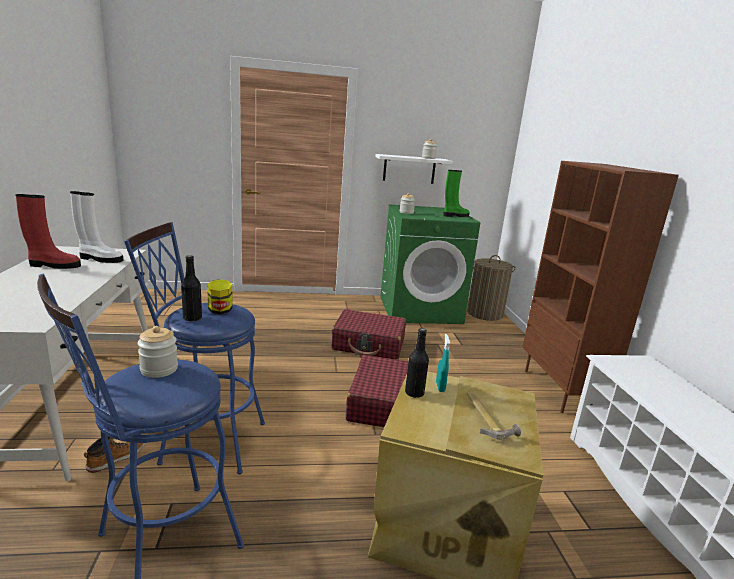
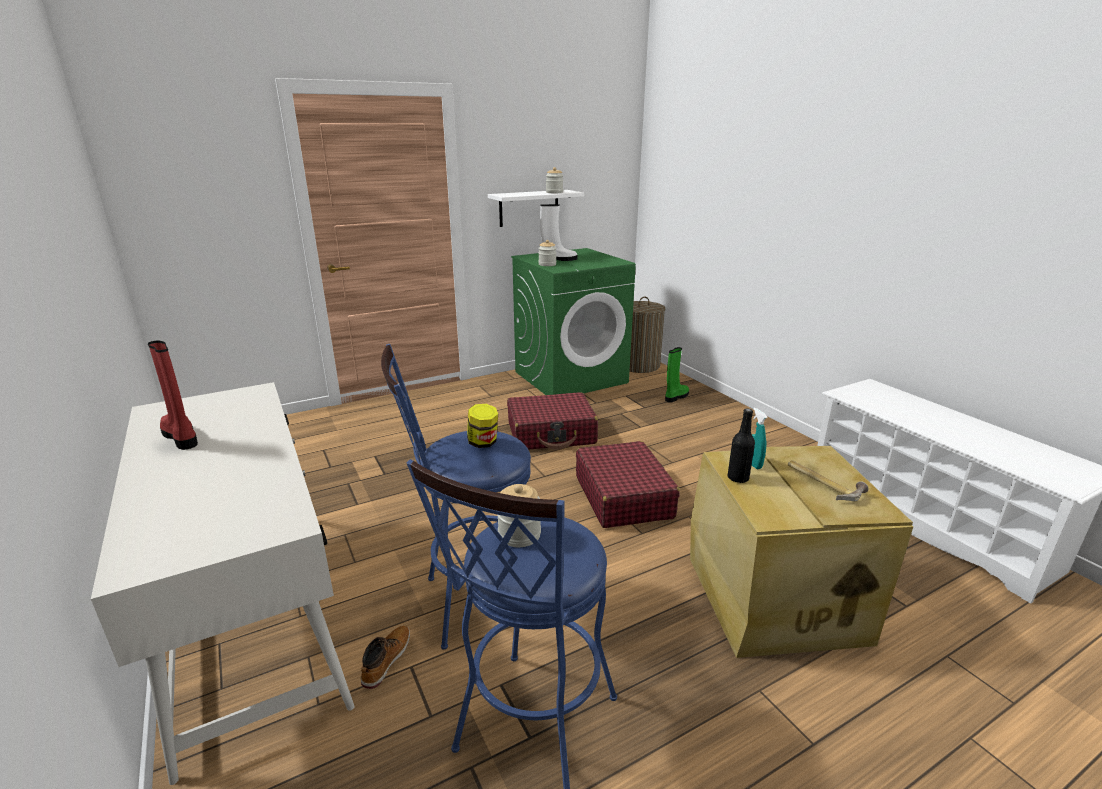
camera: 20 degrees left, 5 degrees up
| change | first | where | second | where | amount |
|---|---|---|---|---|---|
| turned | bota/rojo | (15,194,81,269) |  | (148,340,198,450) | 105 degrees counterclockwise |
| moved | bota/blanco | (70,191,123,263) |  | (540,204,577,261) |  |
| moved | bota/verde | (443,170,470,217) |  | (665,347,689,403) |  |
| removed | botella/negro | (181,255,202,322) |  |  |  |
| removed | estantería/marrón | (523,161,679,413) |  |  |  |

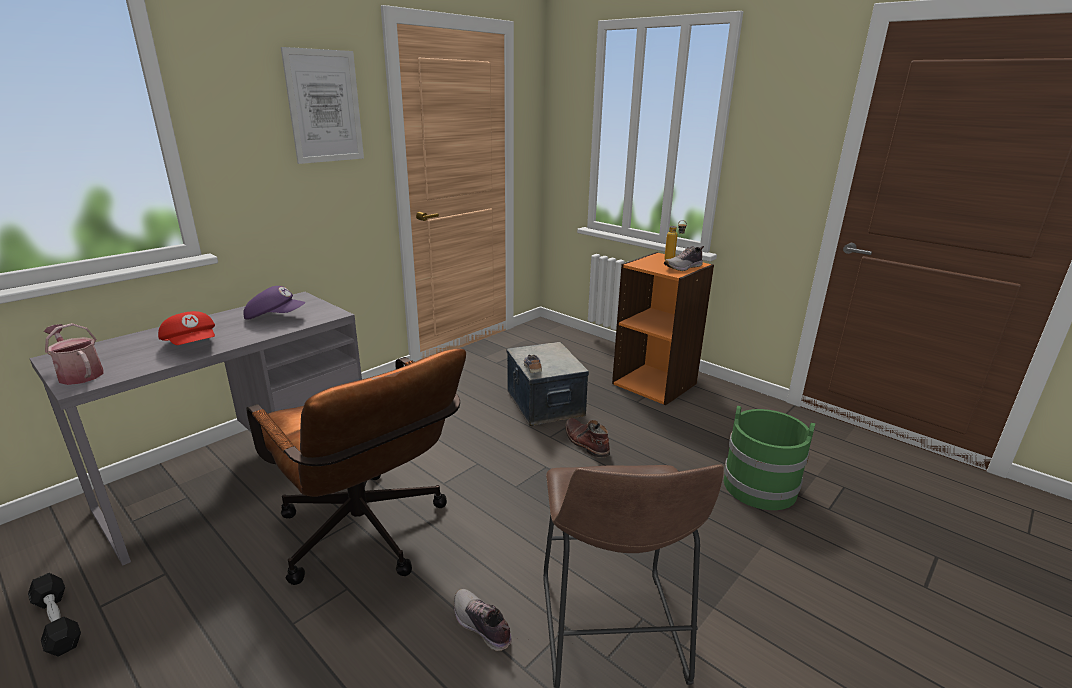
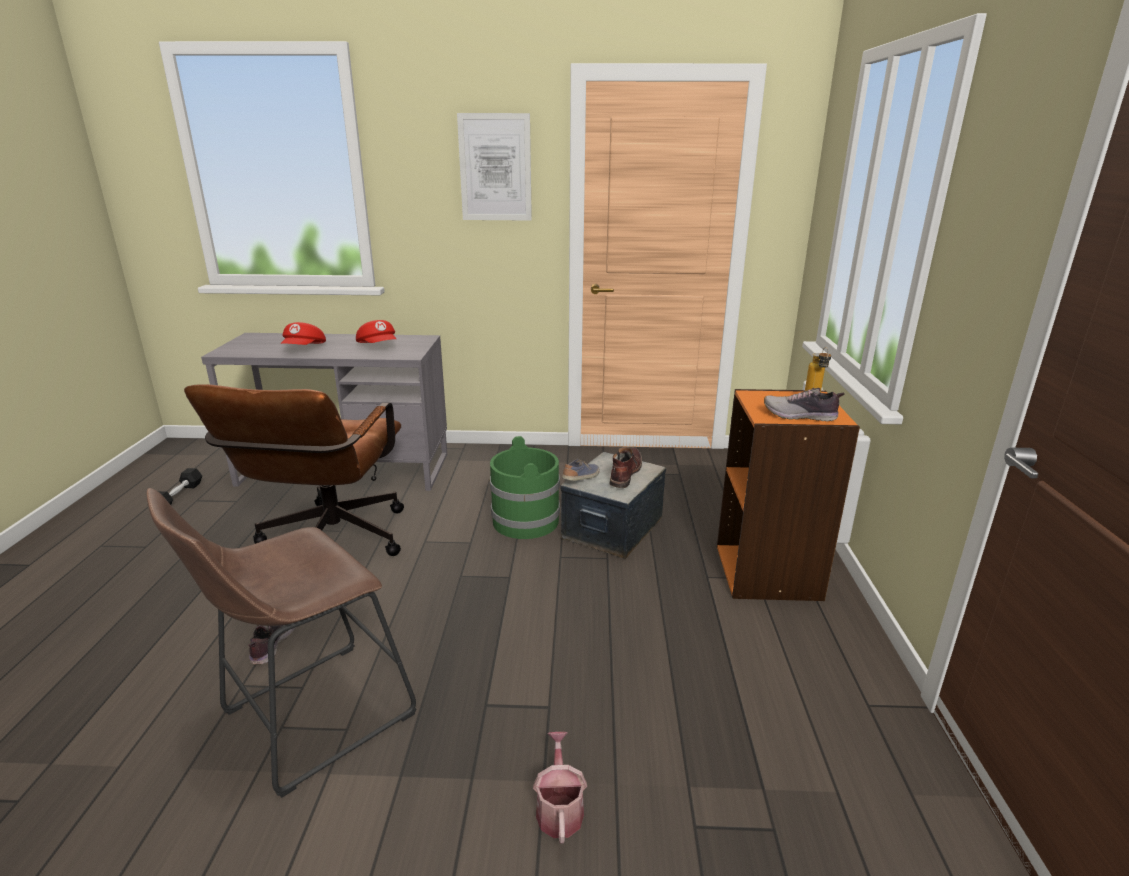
camera: 50 degrees right, 0 degrees up
| change | first | where | second | where | amount |
|---|---|---|---|---|---|
| recoloured | gorra/morado | (243,286,306,319) | gorra/rojo | (356,320,396,343) |  |
| moved | cubo/verde | (724,406,815,510) |  | (489,436,560,539) |  |
| moved | regadera | (44,323,104,385) |  | (533,732,587,844) |  |
| moved | bota/marrón | (565,418,610,458) |  | (610,447,642,488) |  |

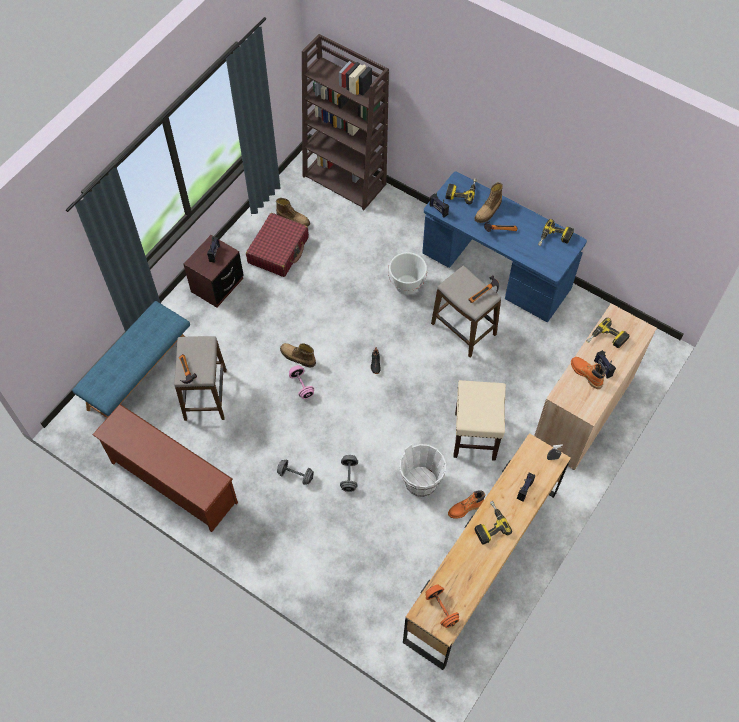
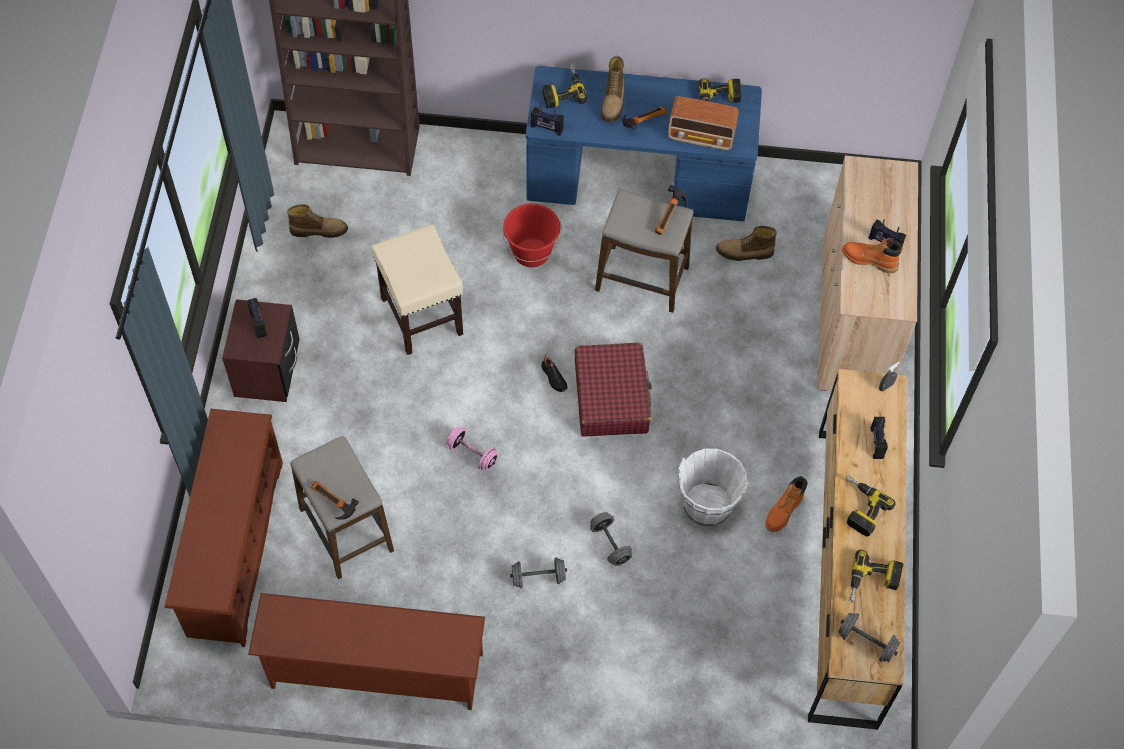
camera: 30 degrees left, 0 degrees up
| change | first | where | second | where | amount |
|---|---|---|---|---|---|
| replaced | banco/azul | (72,301,190,418) | zapatero/marrón | (165,409,283,647) |  |
| moved | taburete/beis | (453,380,506,461) |  | (371,224,463,355) |  |
| recoloured | cubo/blanco | (388,252,427,295) | cubo/rojo | (503,203,562,267) |  |
| moved | maleta/rojo | (246,213,309,277) |  | (575,342,652,437) |  |
| added |  |  | radio | (668,96,739,150) |  |
| moved | bota | (280,343,316,367) |  | (716,226,777,261) |  |
| recoloured | mancuerna/naranja | (425,585,459,628) | mancuerna/gris | (838,613,900,662) |  |
| moved | taladro | (586,318,630,348) |  | (849,550,903,602) |  |

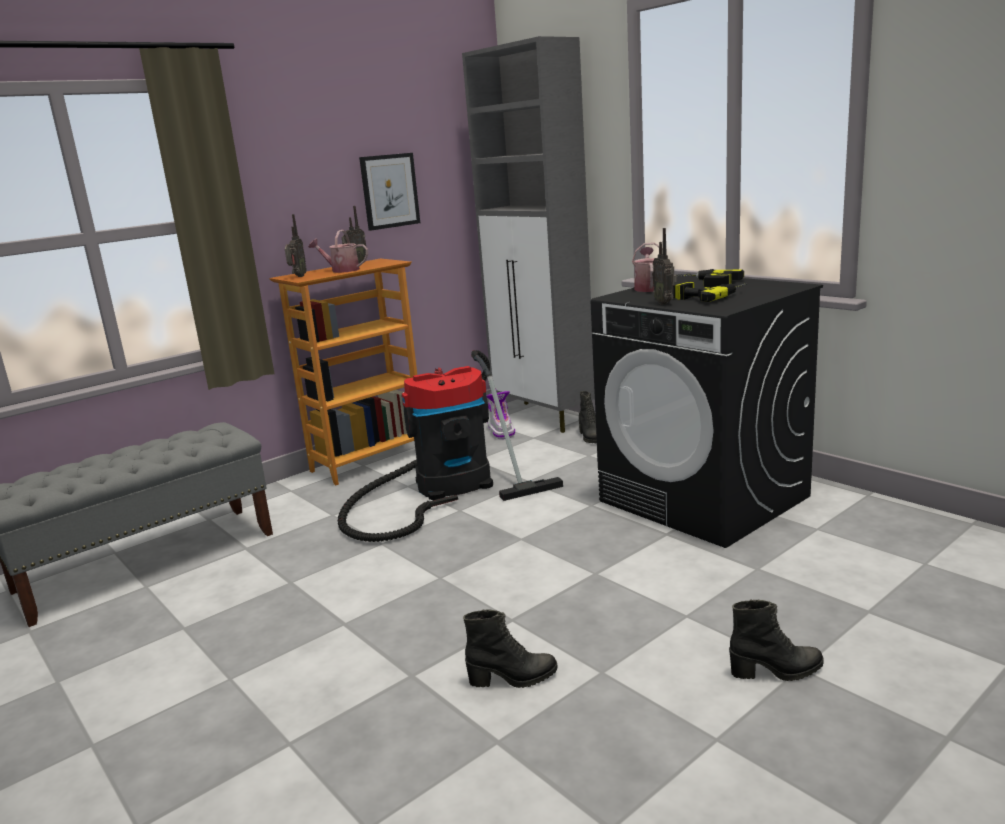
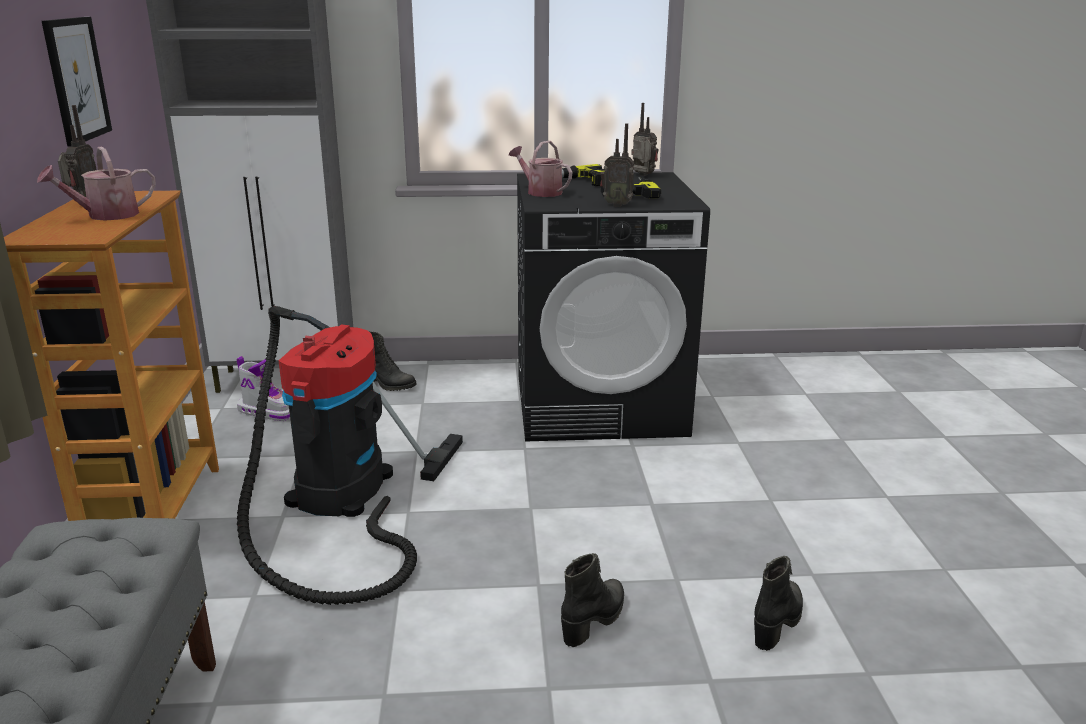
camera: 55 degrees left, 5 degrees up
| change | first | where | second | where | amount |
|---|---|---|---|---|---|
| moved | bota/negro | (729,599,824,681) |  | (561,553,624,647) |  |
| moved | radio | (285,214,307,277) |  | (631,103,659,176) |  |

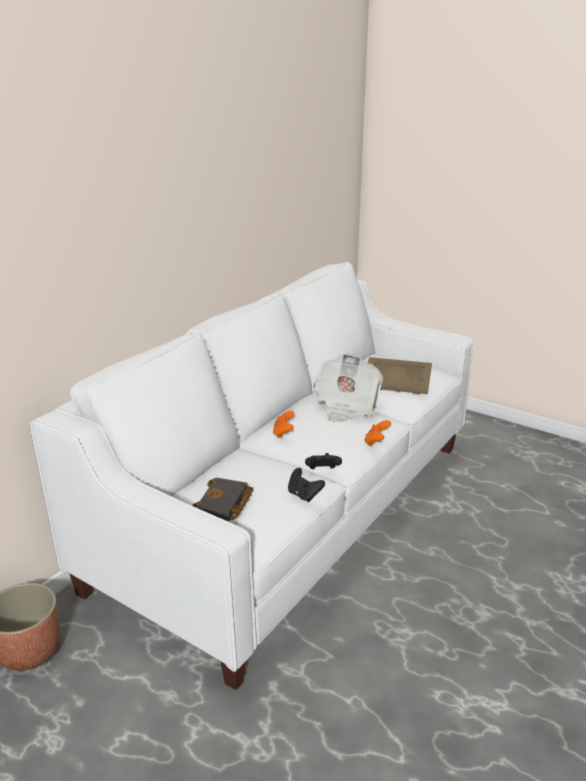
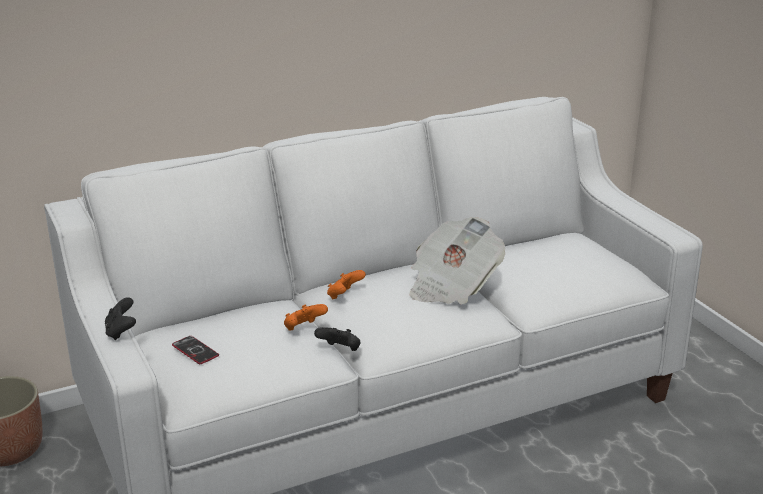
camera: 30 degrees right, 0 degrees up
| change | first | where | second | where | amount |
|---|---|---|---|---|---|
| moved | mando de consola/negro | (288,468,325,502) |  | (105,297,136,340) |  |
| replaced | libro/negro | (192,478,253,521) | móvil | (172,336,219,364) |  |
| moved | mando de consola/naranja | (365,420,391,446) |  | (284,304,328,331) |  |
| removed | bandeja/beis | (368,357,432,394) |  |  |  |

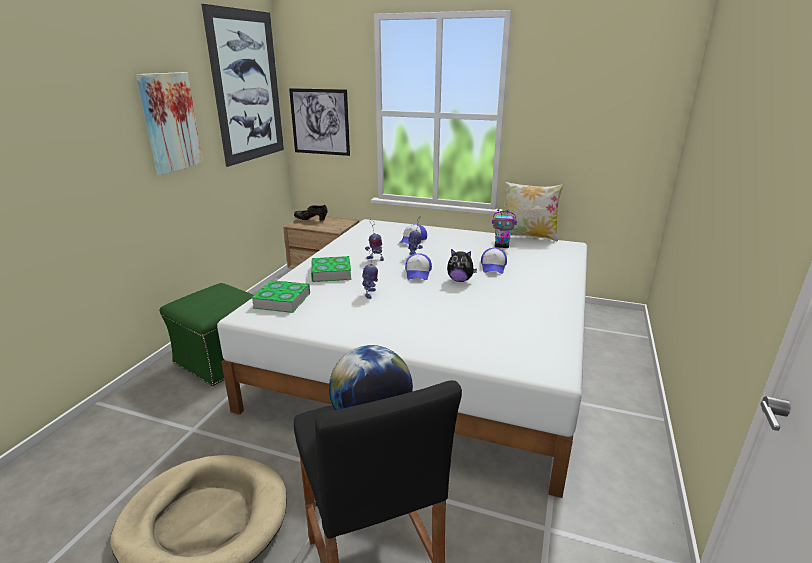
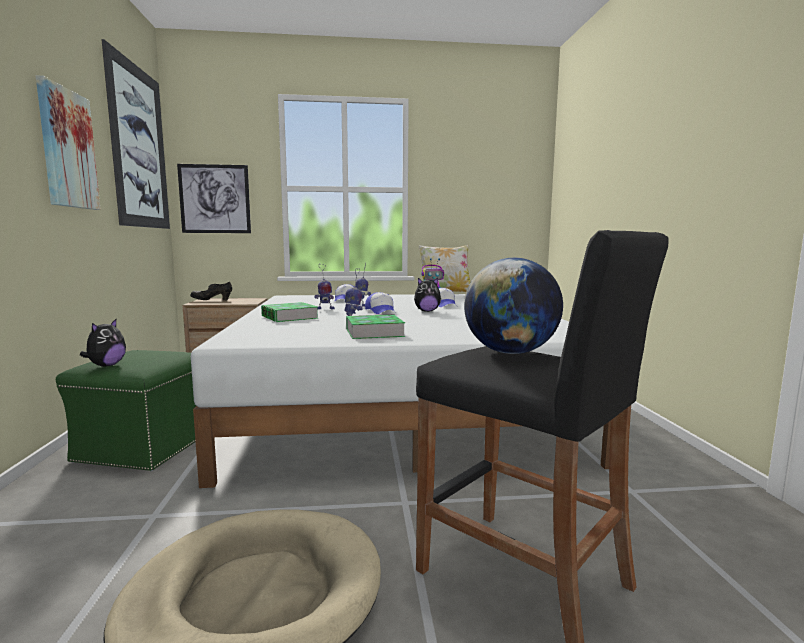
camera: 25 degrees left, 15 degrees down
| change | first | where | second | where | amount |
|---|---|---|---|---|---|
| added |  |  | peluche | (80,319,126,367) |  |
| moved | libro | (252,280,310,313) |  | (346,315,405,339) |  |

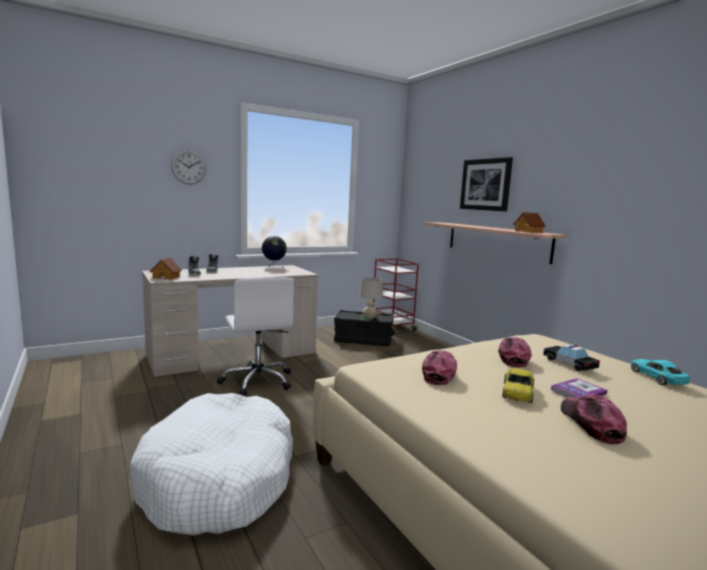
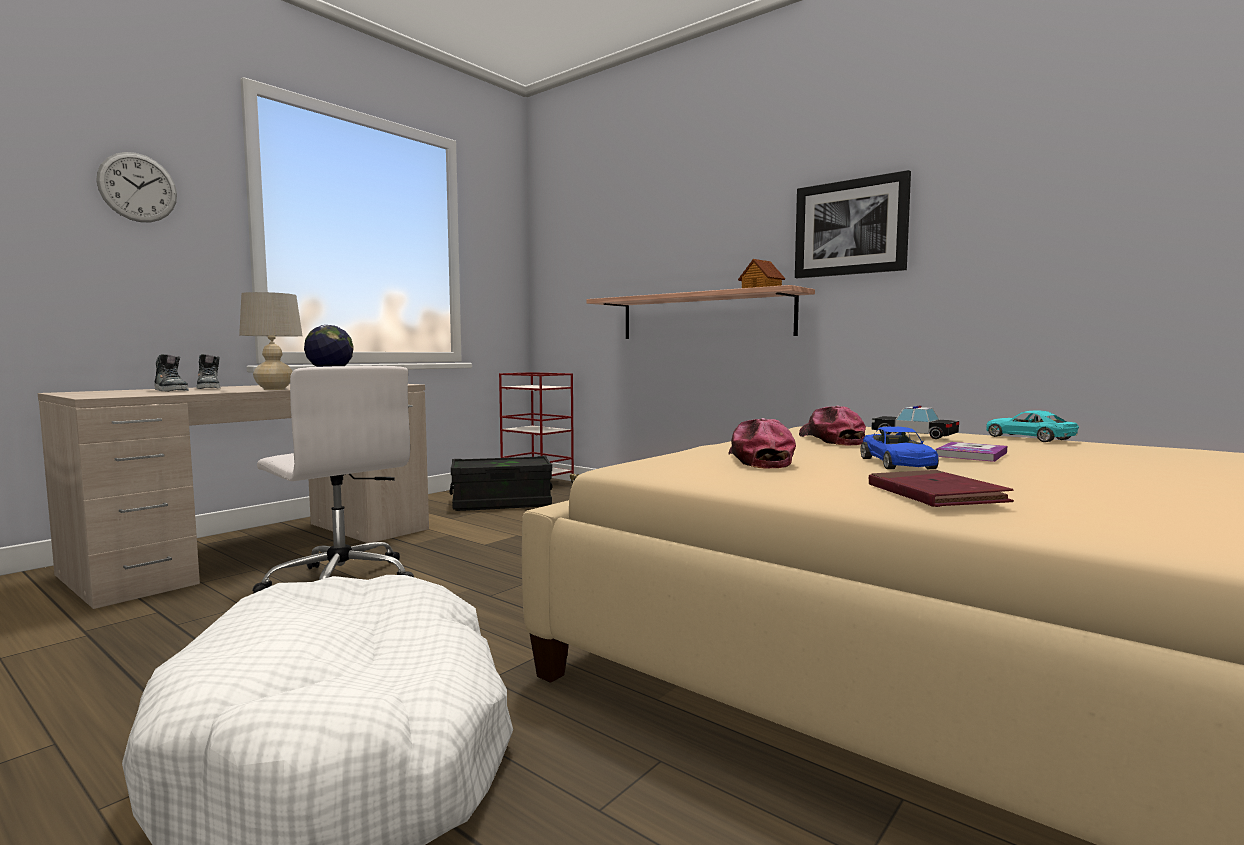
camera: 20 degrees left, 5 degrees down
| change | first | where | second | where | amount |
|---|---|---|---|---|---|
| moved | lámpara de mesa/beis | (359,278,383,319) |  | (239,292,303,390) |  |
| moved | cuadro | (460,157,513,212) |  | (795,170,911,278) |  |
| recoloured | coche de juguete/amarillo | (502,368,534,403) | coche de juguete/azul | (860,427,939,469) |  |
| added |  |  | libro/rojo | (869,470,1014,507) |  |
| removed | casita | (149,258,182,279) |  |  |  |
| removed | gorra | (561,394,627,445) |  |  |  |

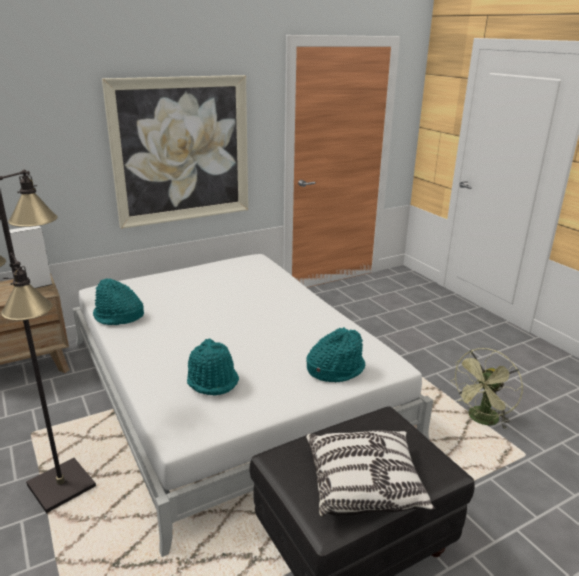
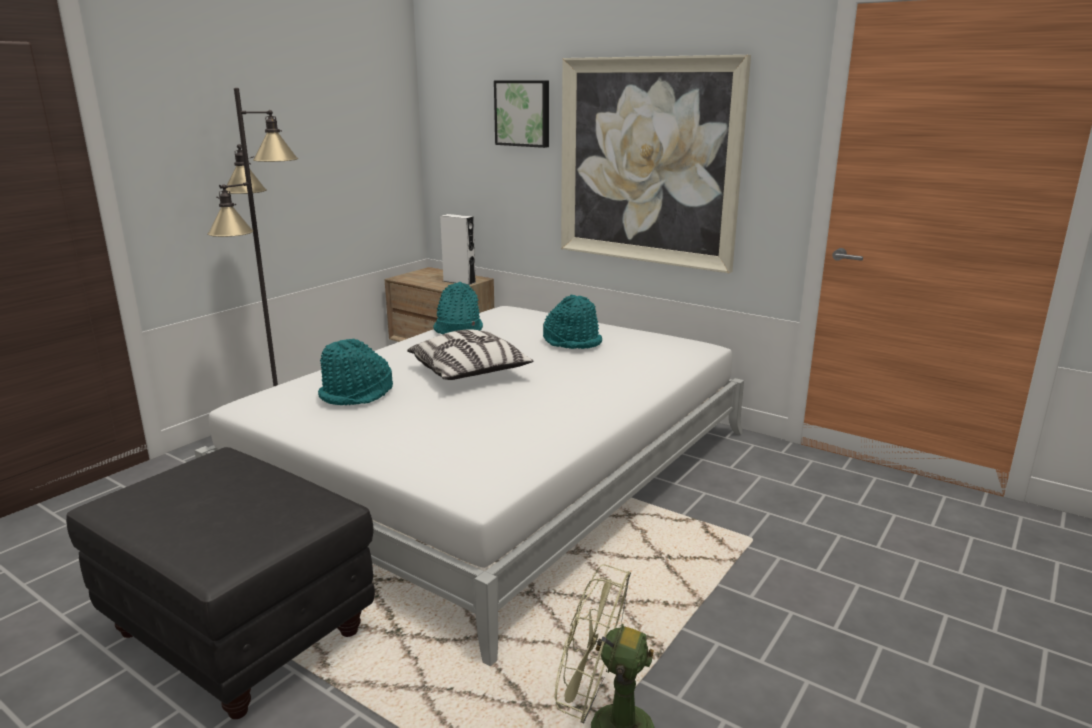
camera: 65 degrees right, 5 degrees down
| change | first | where | second | where | amount |
|---|---|---|---|---|---|
| moved | cojín | (306,430,435,517) |  | (407,330,534,380) |  |
| added |  |  | cuadro | (494,80,549,148) |  |
| moved | sombrero/turquesa | (307,327,365,382) |  | (543,295,602,349) |  |

